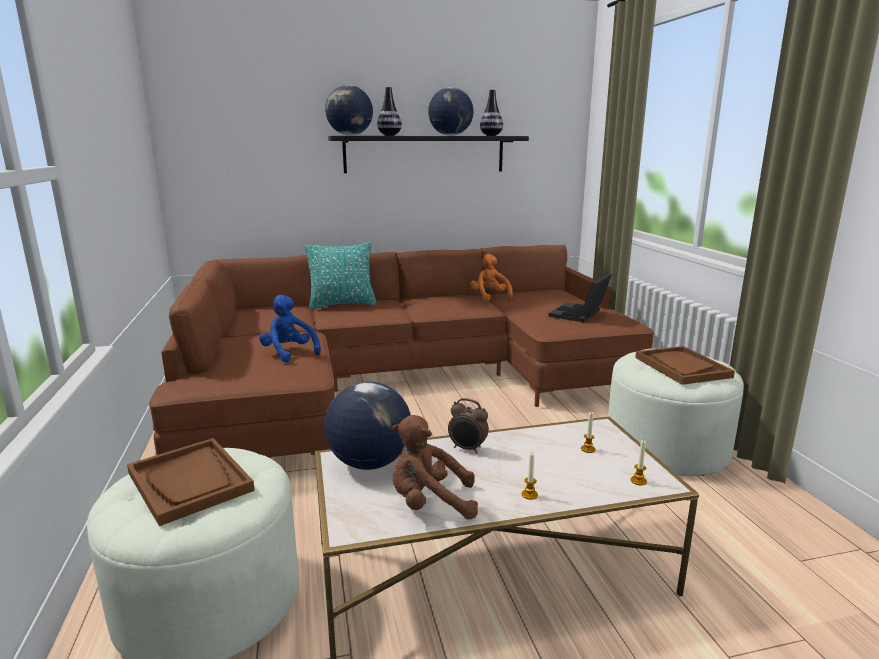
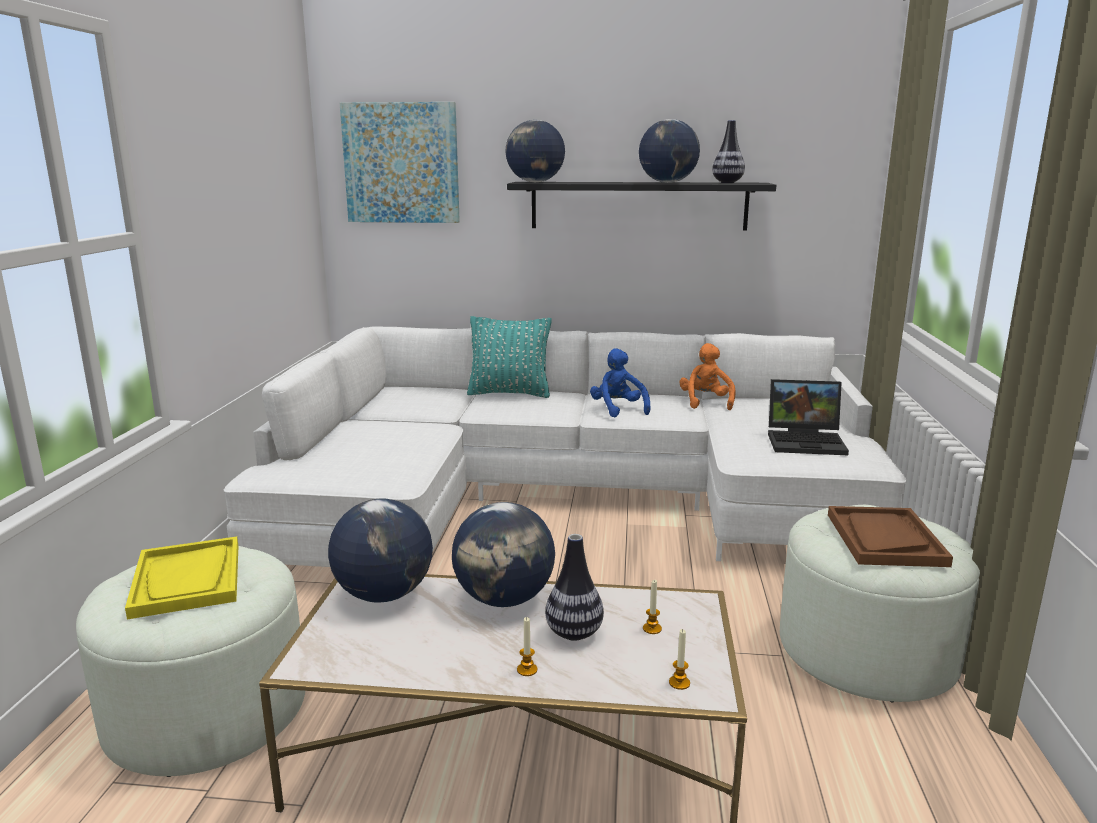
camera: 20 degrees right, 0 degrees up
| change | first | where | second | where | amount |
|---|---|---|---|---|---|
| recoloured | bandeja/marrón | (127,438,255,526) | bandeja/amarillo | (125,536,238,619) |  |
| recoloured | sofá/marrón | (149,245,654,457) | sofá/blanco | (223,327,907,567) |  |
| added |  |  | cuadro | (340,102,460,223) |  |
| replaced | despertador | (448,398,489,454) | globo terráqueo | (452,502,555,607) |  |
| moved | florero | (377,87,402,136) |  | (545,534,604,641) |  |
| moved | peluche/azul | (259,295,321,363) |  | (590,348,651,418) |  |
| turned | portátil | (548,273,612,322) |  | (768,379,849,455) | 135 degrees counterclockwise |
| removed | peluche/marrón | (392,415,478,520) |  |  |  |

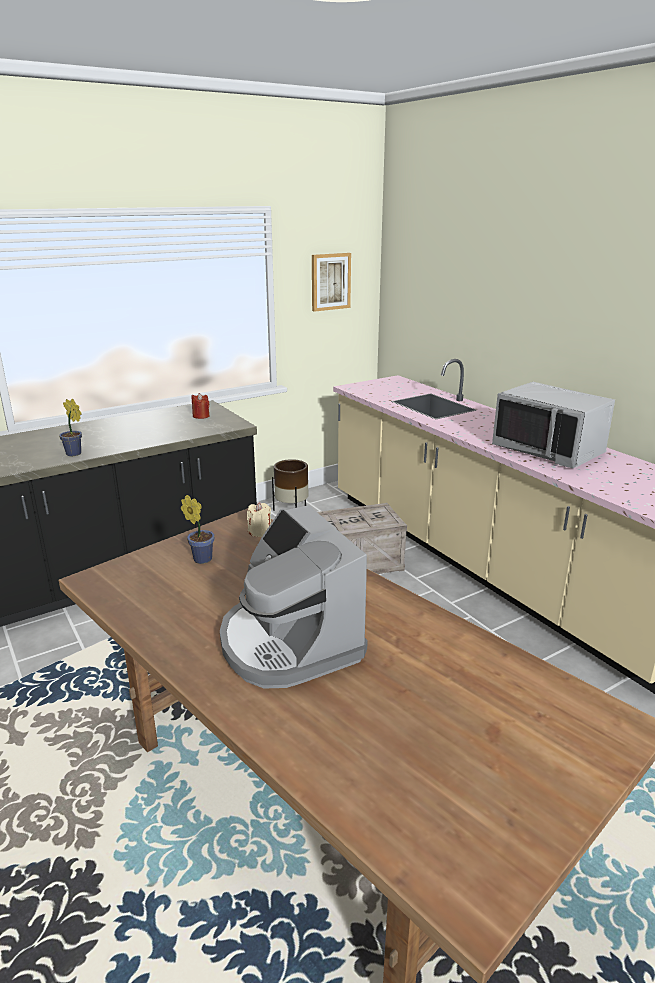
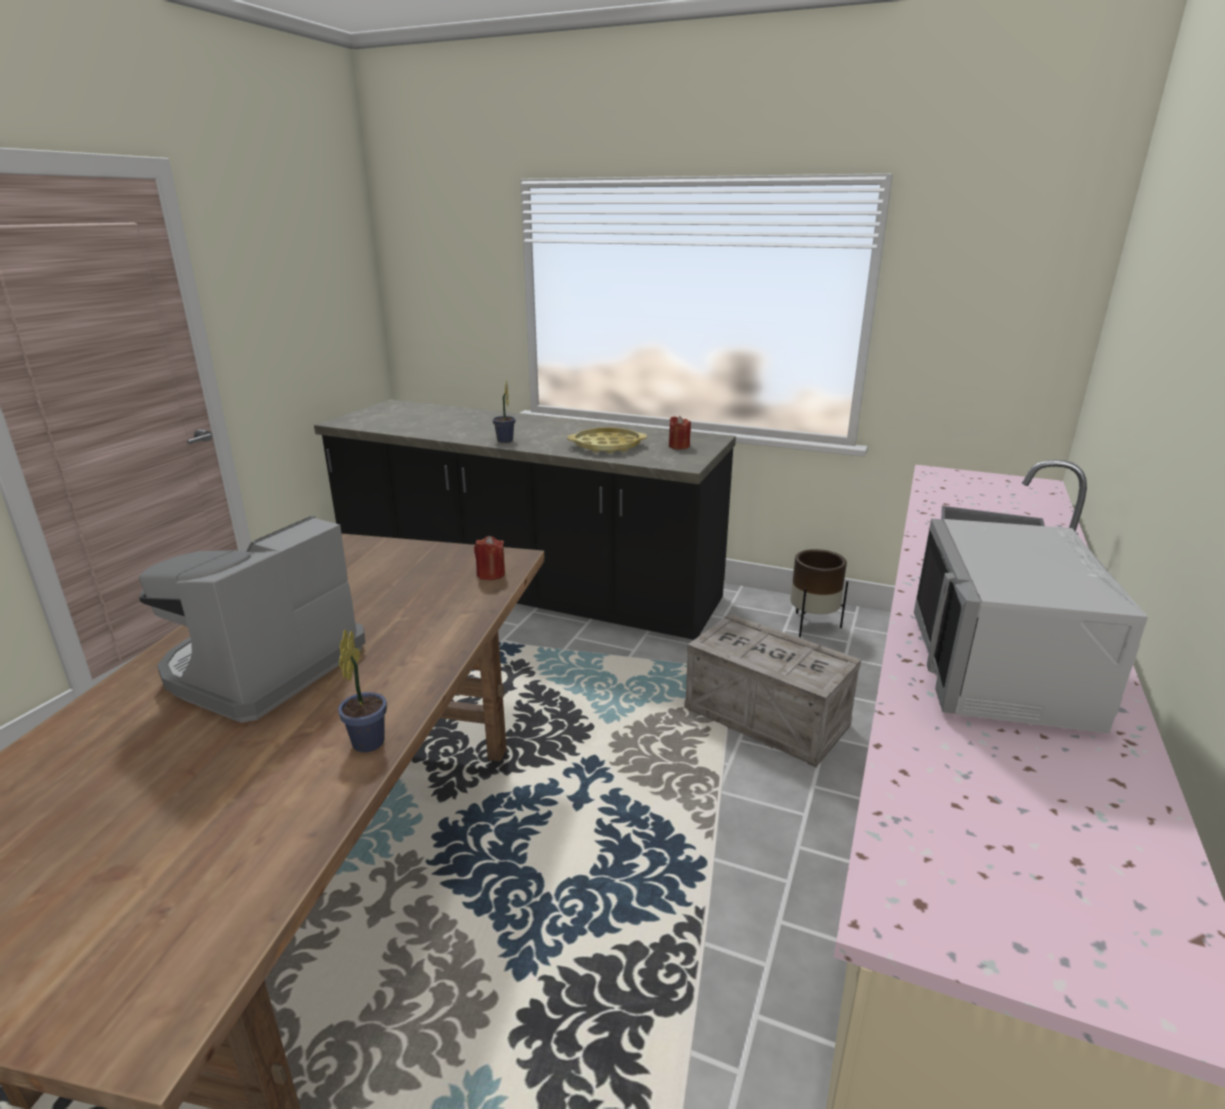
camera: 55 degrees right, 0 degrees up
| change | first | where | second | where | amount |
|---|---|---|---|---|---|
| moved | planta en maceta | (181,495,215,564) |  | (338,629,387,753) |  |
| recoloured | vela/beis | (247,502,271,537) | vela/rojo | (474,536,505,580) |  |
| added |  |  | bandeja/amarillo | (567,427,647,453) |  |
| removed | cuadro | (312,253,351,312) |  |  |  |

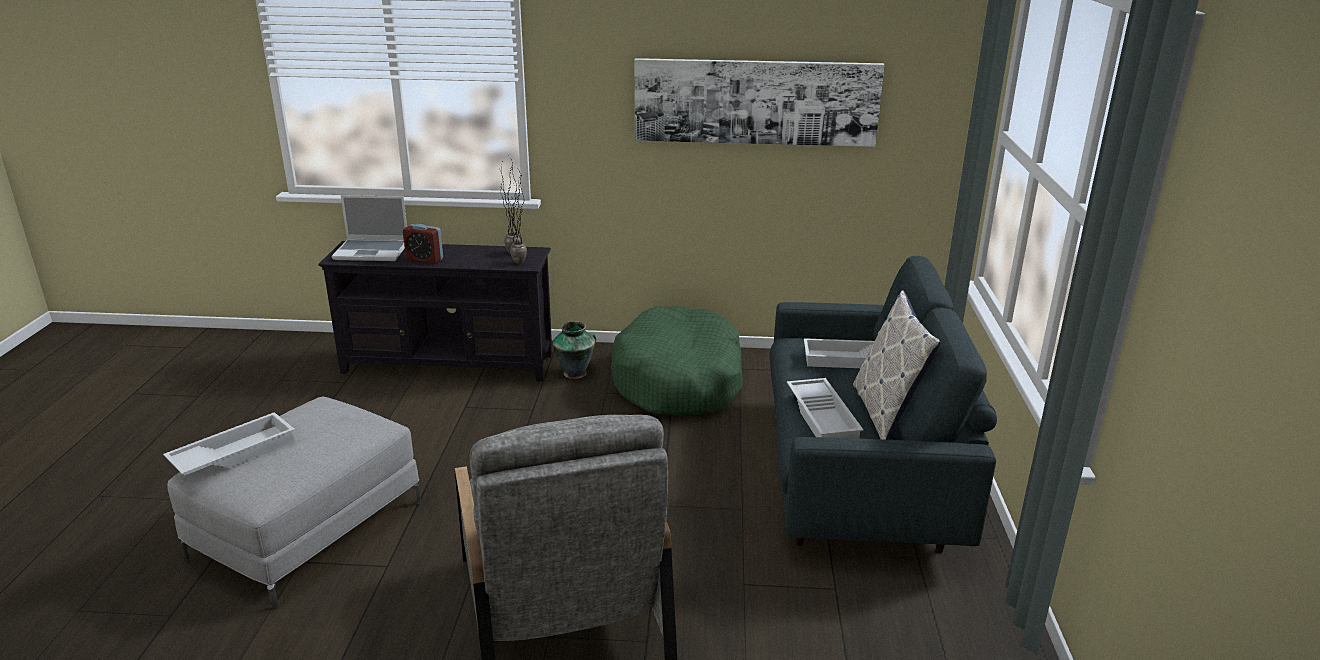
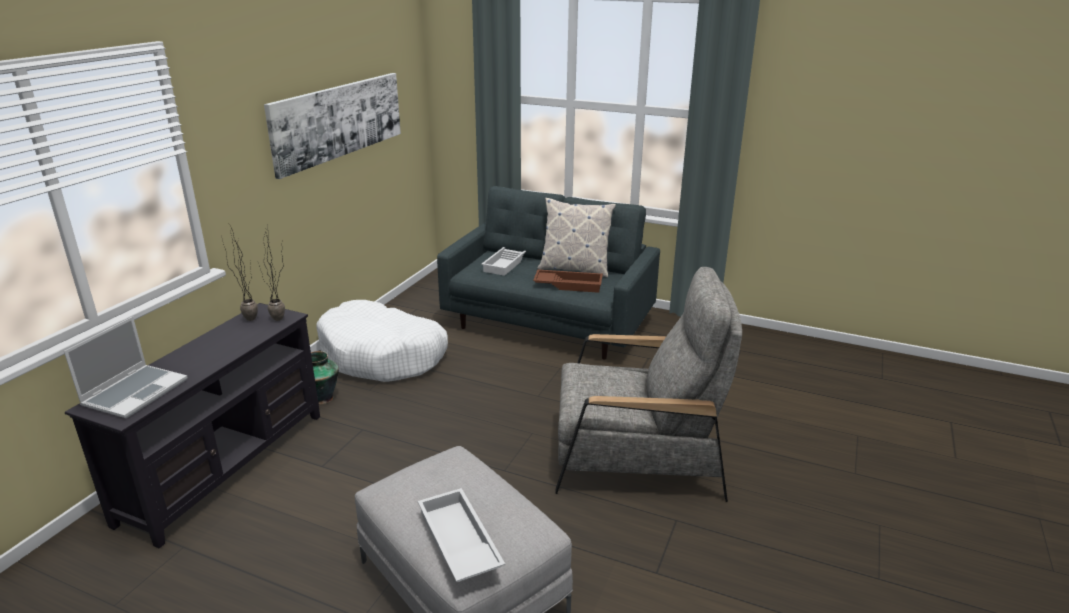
camera: 70 degrees left, 0 degrees up
| change | first | where | second | where | amount |
|---|---|---|---|---|---|
| recoloured | cama para perro/verde | (611,306,743,416) | cama para perro/blanco | (316,300,448,382) |  |
| recoloured | bandeja/blanco | (787,378,864,439) | bandeja/marrón | (533,269,603,293) |  |
| removed | despertador | (403,224,443,264) |  |  |  |

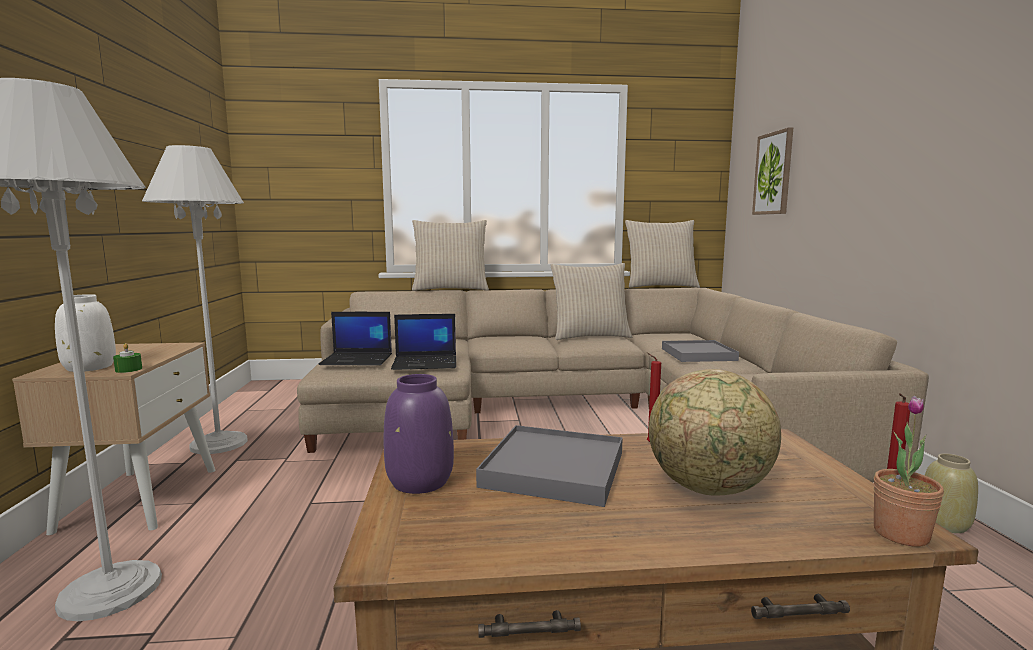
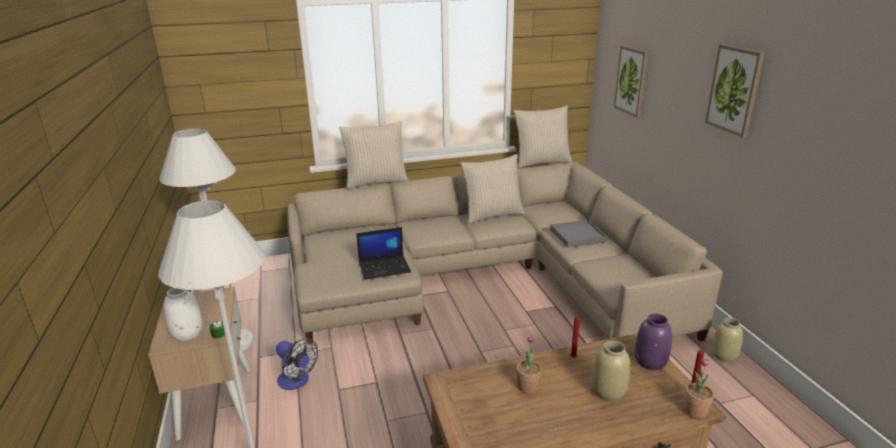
camera: 10 degrees left, 15 degrees up
| change | first | where | second | where | amount |
|---|---|---|---|---|---|
| added |  |  | ventilador | (276,338,318,390) |  |
| replaced | bandeja/gris | (476,425,623,507) | planta en maceta | (516,336,541,394) |  |
| replaced | globo terráqueo | (649,369,781,496) | florero/beis | (592,341,630,401) |  |
| moved | florero/morado | (384,374,454,494) |  | (635,314,672,370) |  |
| added |  |  | cuadro | (705,44,765,138) |  |
| removed | portátil | (318,312,392,365) |  |  |  |

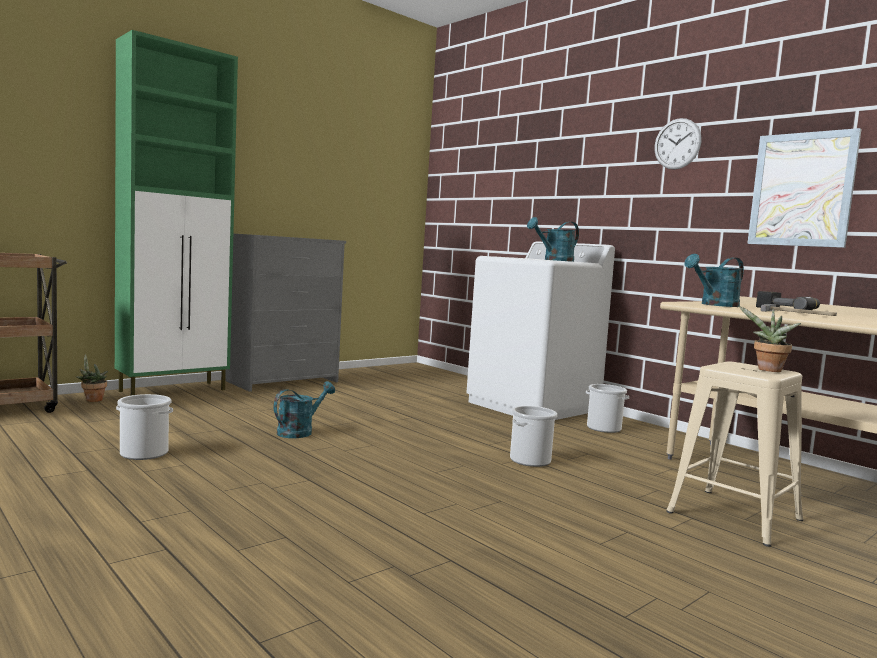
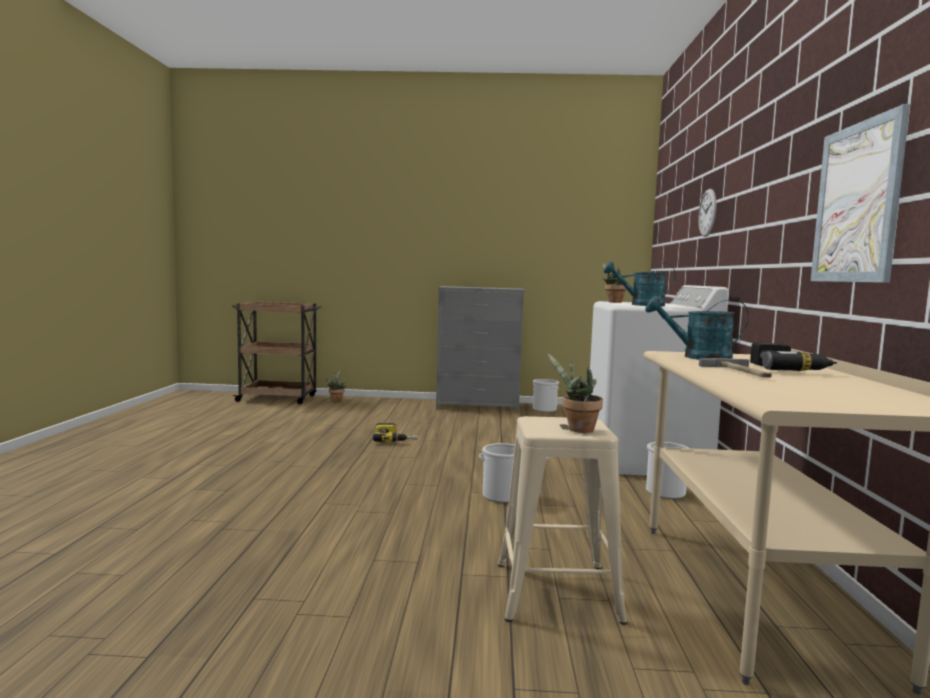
camera: 45 degrees right, 0 degrees up
| change | first | where | second | where | amount |
|---|---|---|---|---|---|
| replaced | regadera/turquesa | (274,382,335,438) | taladro | (373,423,418,442) |  |
| moved | cubo | (116,394,173,460) |  | (533,379,559,412) |  |
| added |  |  | planta en maceta | (603,263,627,303) |  |
| moved | reloj de pared | (654,118,701,170) |  | (698,189,716,237) |  |
| removed | armario/verde | (115,30,238,396) |  |  |  |

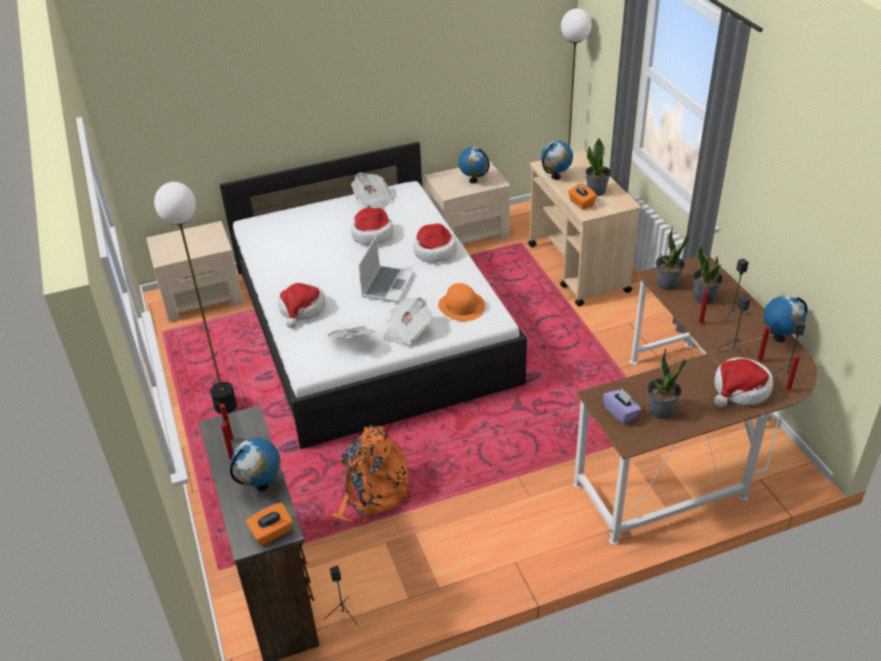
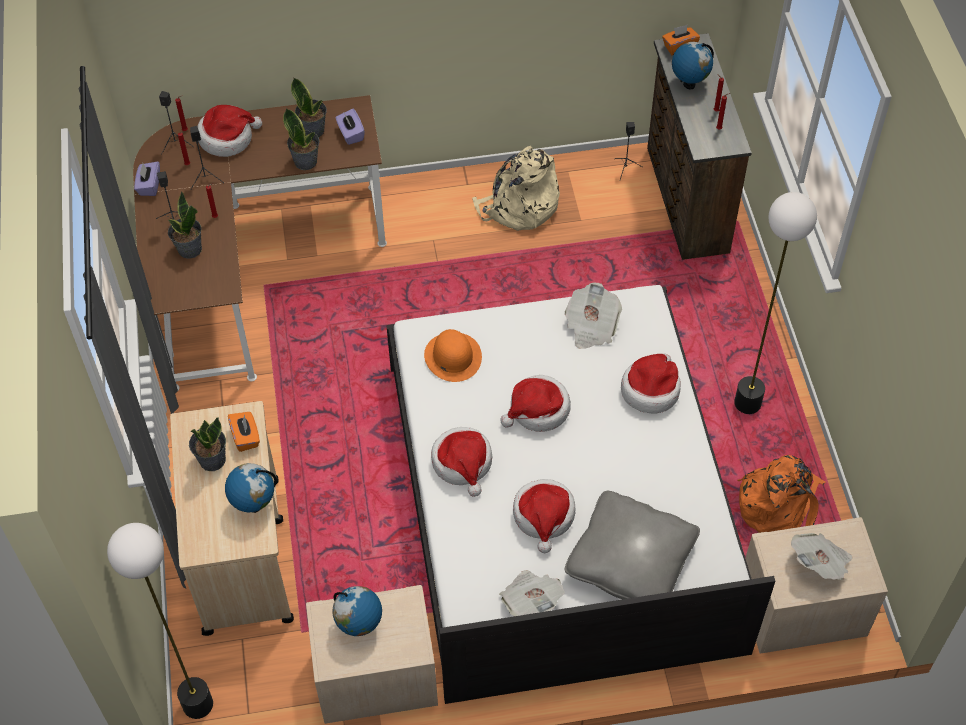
camera: 170 degrees left, 15 degrees up
| change | first | where | second | where | amount |
|---|---|---|---|---|---|
| replaced | globo terráqueo | (764,296,807,342) | caja de pañuelos/morado | (134,162,160,196) |  |
| moved | planta en maceta | (656,227,689,290) |  | (283,108,320,170) |  |
| added |  |  | mochila/beis | (472,146,560,231) |  |
| replaced | portátil | (358,235,414,303) | sombrero | (501,375,571,432) |  |
| added |  |  | cojín/gris | (564,491,700,599) |  |
| moved | mochila/naranja | (331,425,411,524) |  | (737,455,826,533) |  |
| moved | periódico | (383,297,432,345) |  | (791,533,853,580) |  |

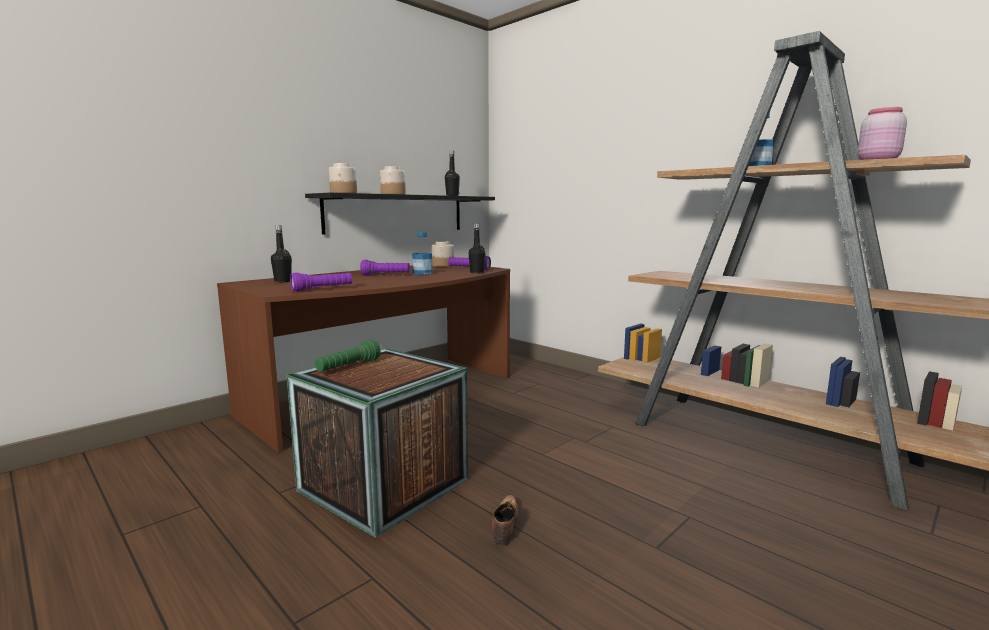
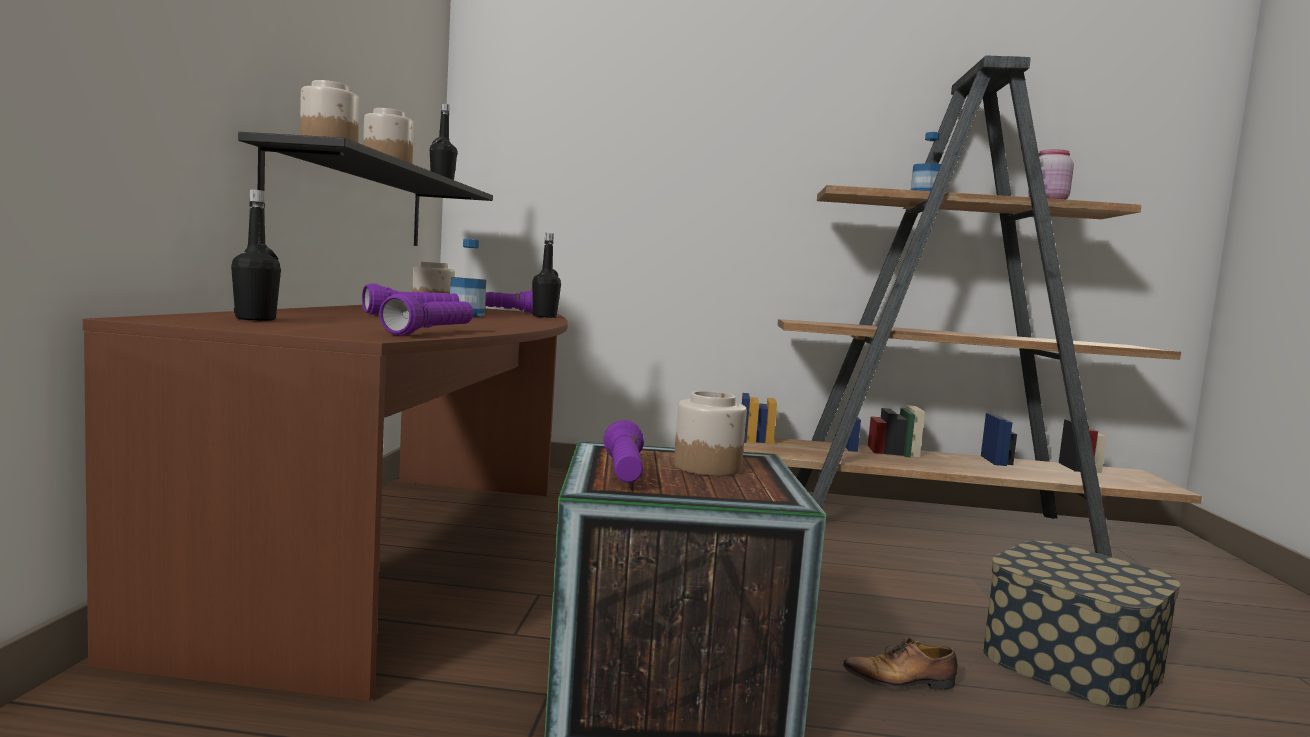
camera: 40 degrees left, 5 degrees down
| change | first | where | second | where | amount |
|---|---|---|---|---|---|
| recoloured | linterna/verde | (315,339,381,372) | linterna/morado | (604,420,644,483) |  |
| added |  |  | tarro | (674,391,747,476) |  |
| turned | zapato | (492,495,518,546) |  | (842,637,958,690) | 60 degrees counterclockwise |
| added |  |  | caja de almacenaje | (983,540,1180,710) |  |

